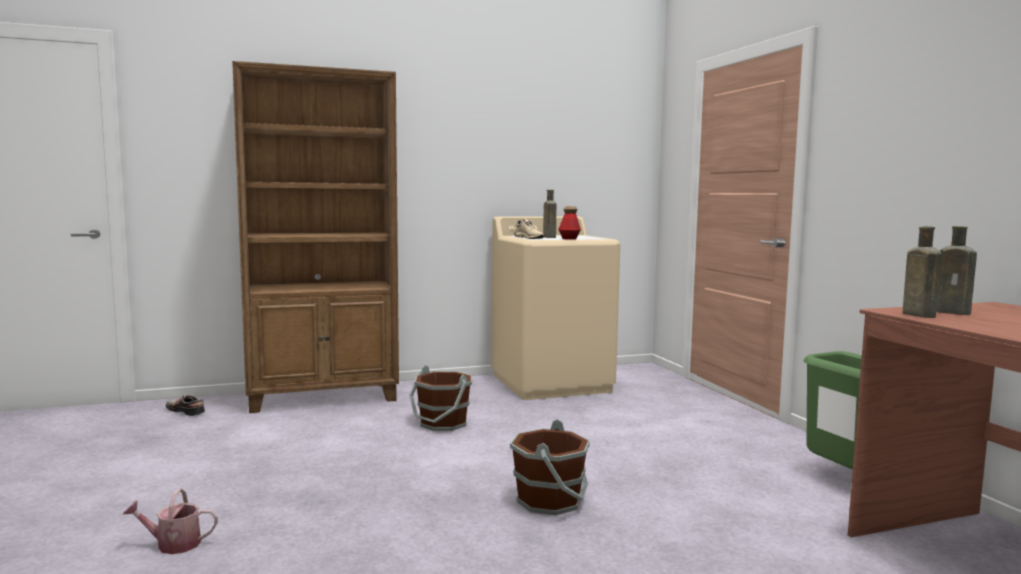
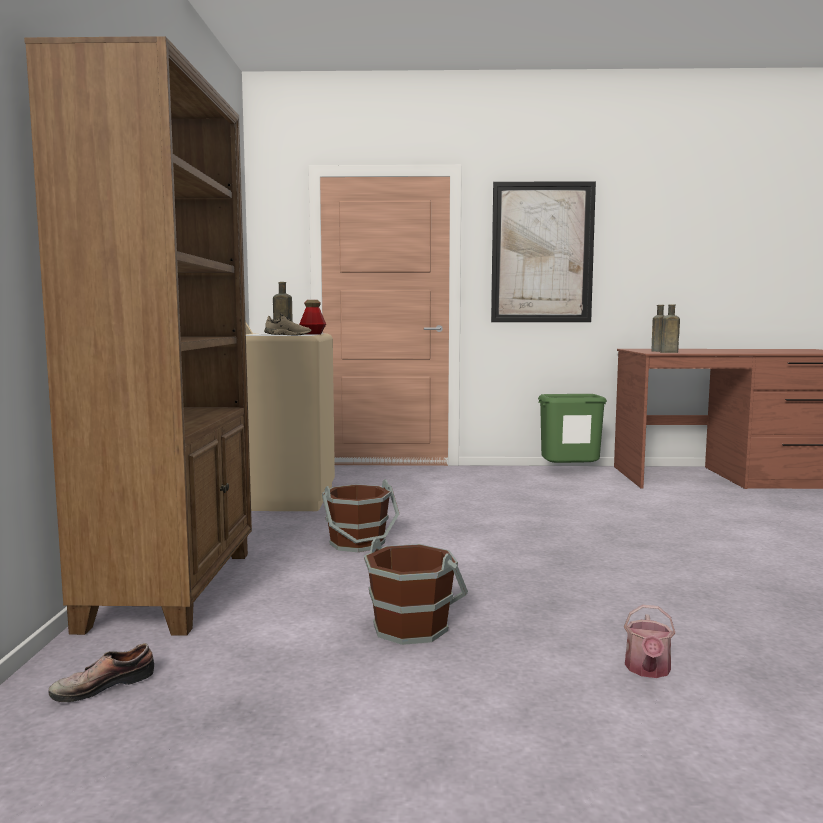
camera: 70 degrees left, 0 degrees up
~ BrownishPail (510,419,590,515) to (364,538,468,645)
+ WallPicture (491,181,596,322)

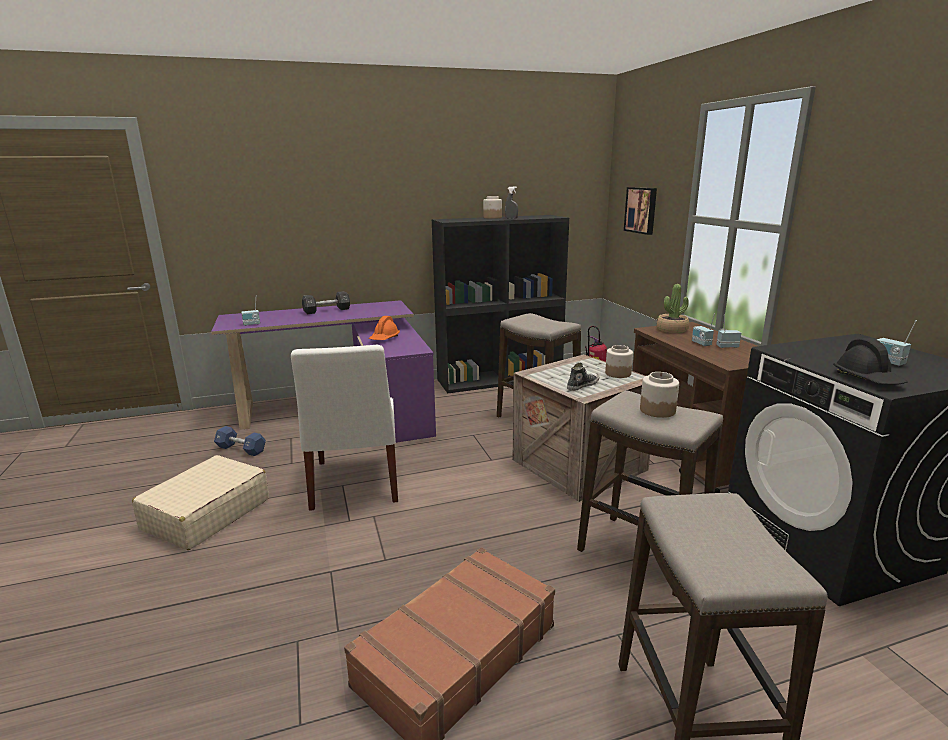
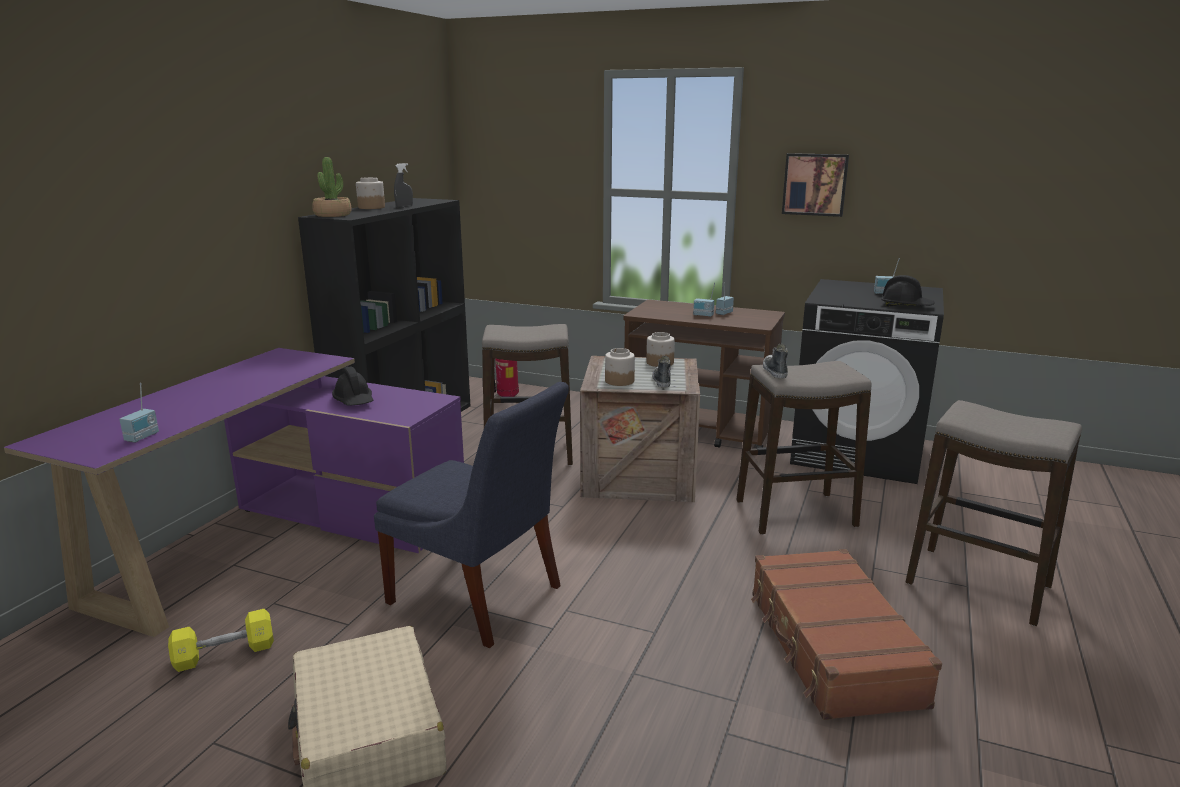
camera: 50 degrees left, 0 degrees up
~ BlueFreeWeight (214,426,266,456) to YellowColouredFreeWeight (168,609,274,672)
~ WhiteChair (291,345,398,511) to BlueChair (374,382,569,648)
- BlackFreeWeight (302,291,350,314)
~ OrangeColouredWorkHelmet (369,316,400,340) to BlackWorkHelmet (332,367,373,406)
~ WallPicture (624,187,657,235) to (782,153,849,217)
~ Jar (640,372,679,418) to (605,348,635,386)
~ PottedPlant (657,284,689,333) to (312,157,351,217)
+ Shoe (763,344,788,379)

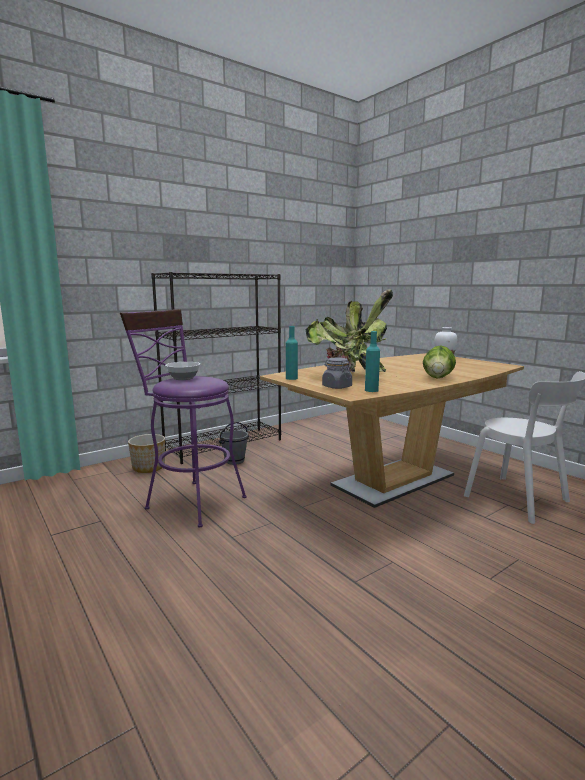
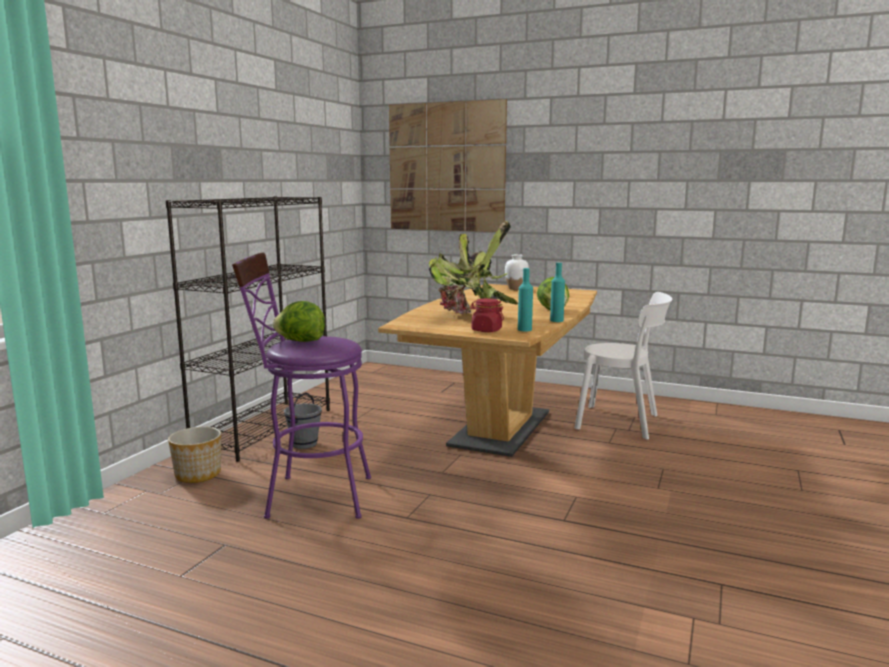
camera: 30 degrees left, 0 degrees up
~ DeepDish (165,362,200,380) to LettuceHead (273,301,325,342)
~ TurquoiseBottle (286,326,298,380) to (550,263,565,322)
~ GrayJar (322,358,352,389) to RedColouredJar (470,298,504,332)
+ WallPicture (389,99,507,232)

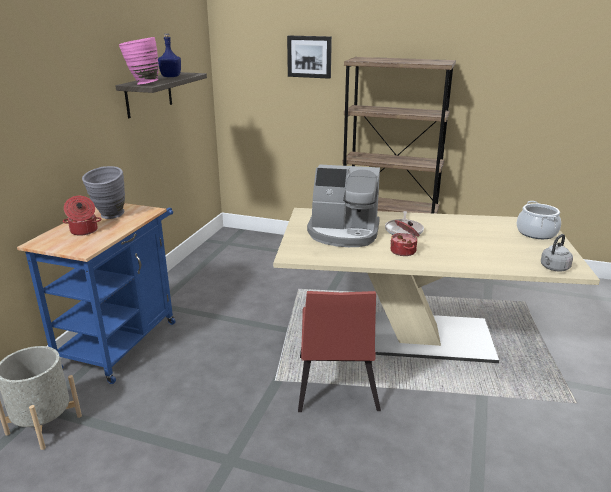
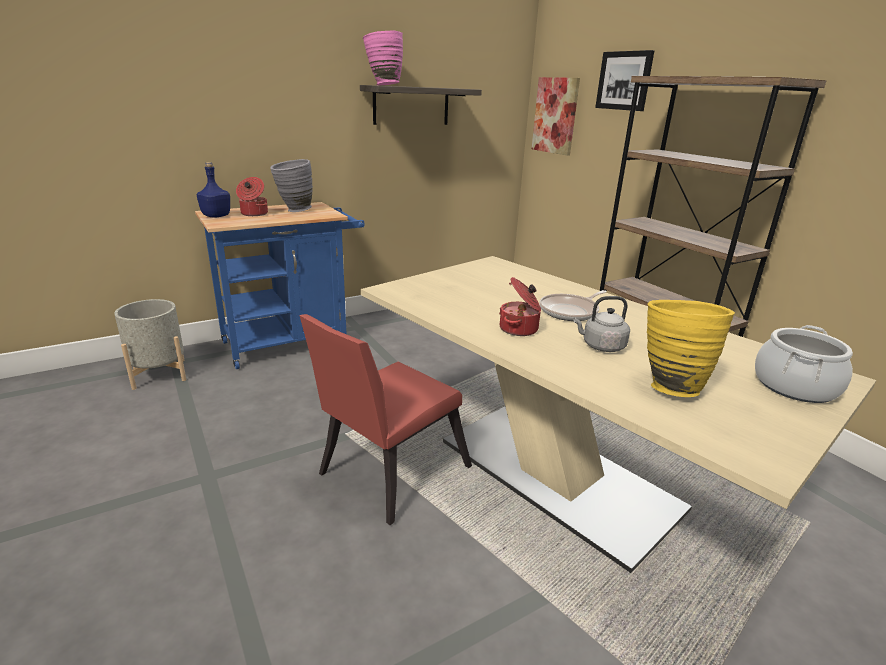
camera: 40 degrees right, 0 degrees up
~ BlueBottle (158,34,181,77) to (196,162,230,218)
- CoffeeBrewer (307,165,380,247)
~ GrayKettle (541,234,573,272) to (573,296,630,352)
+ WallPicture (532,77,580,156)
+ YellowColouredDecorativeVase (647,300,735,397)

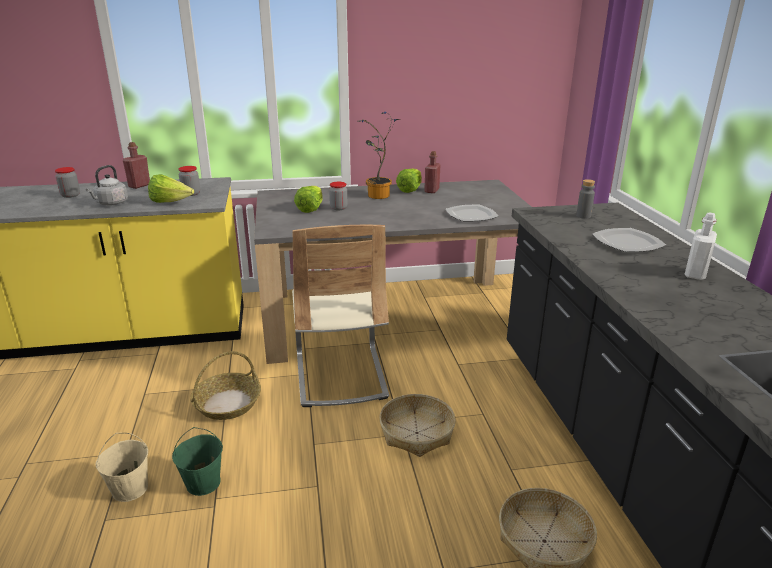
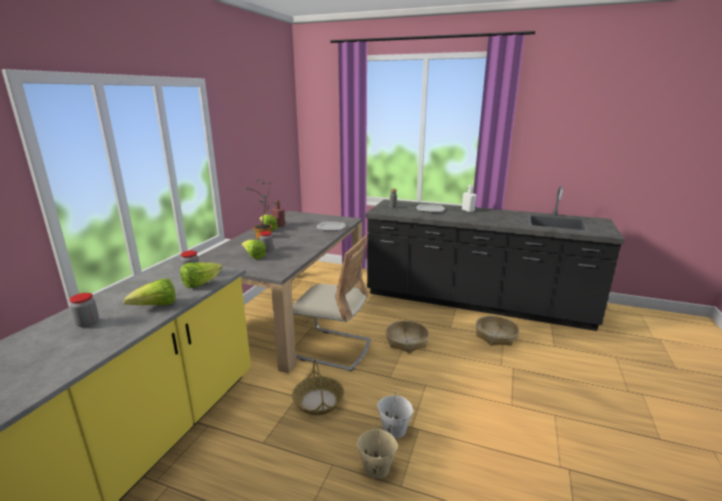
camera: 60 degrees left, 5 degrees down
~ GrayKettle (86,165,128,205) to LettuceHead (123,279,175,305)
- RedColouredBottle (123,142,150,189)
~ GreenishPail (172,427,223,496) to WhitePail (377,389,413,439)

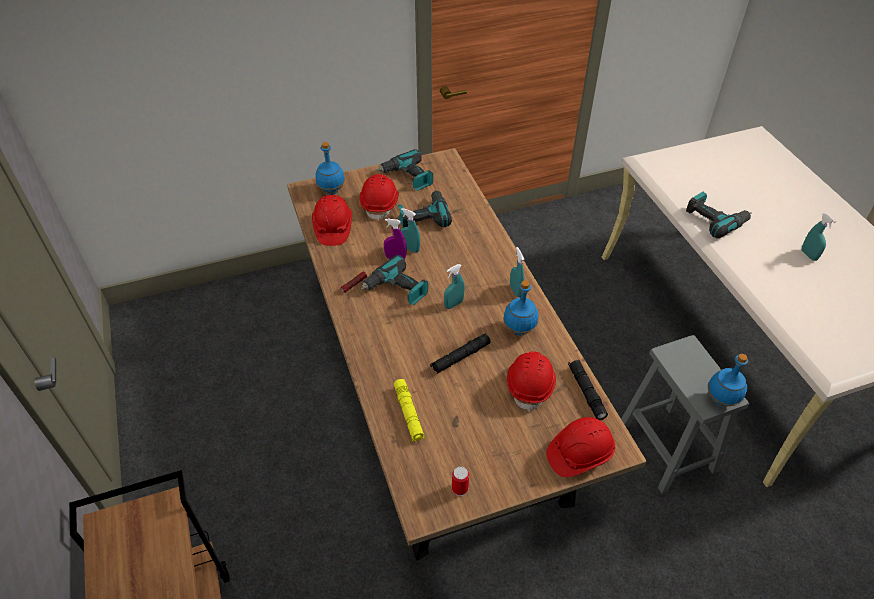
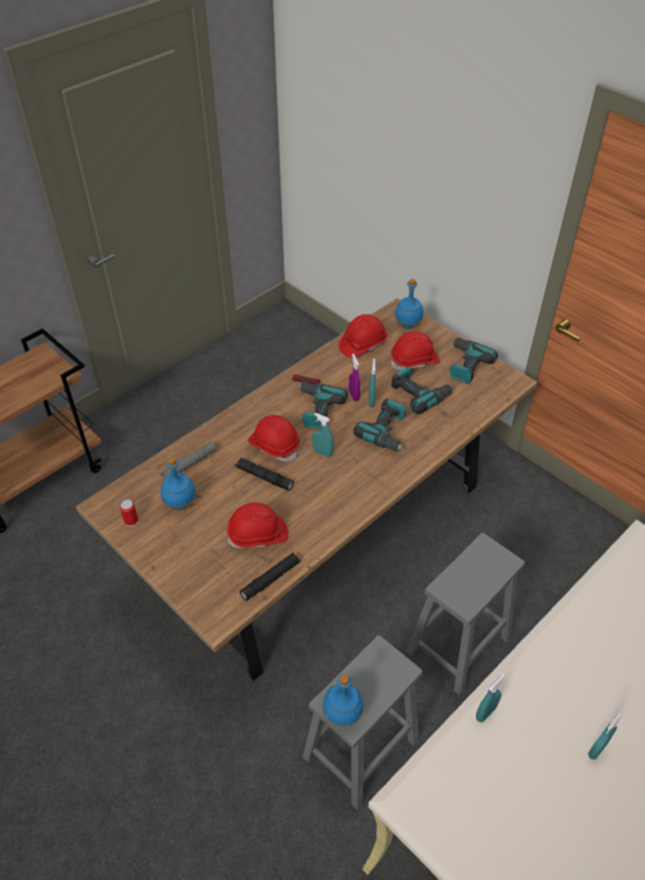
camera: 65 degrees right, 0 degrees up
~ YellowColouredFlashlight (394,379,425,442) to GrayFlashlight (160,442,216,479)
~ BlueBottle (503,280,539,336) to (161,457,196,510)
~ TurquoiseHandSprayer (510,247,525,297) to (476,673,505,723)
~ RedColouredWorkHelmet (546,417,616,477) to (248,415,300,462)
~ ElectricDrill (686,191,752,238) to (353,399,406,452)
+ GraySittingStool (406,533,525,696)

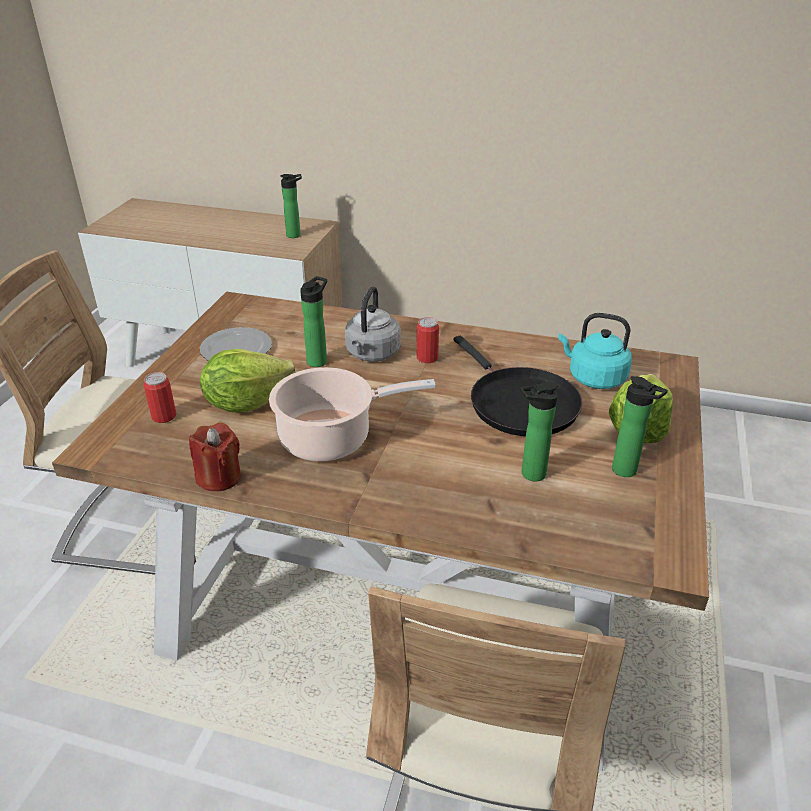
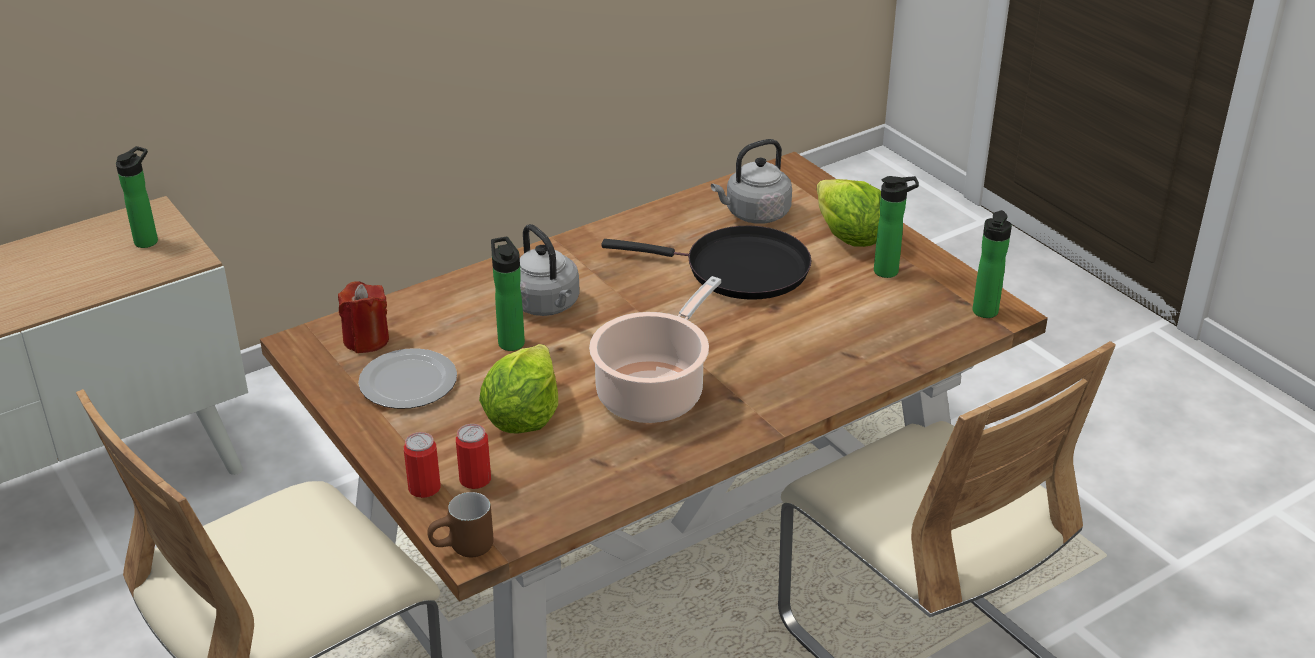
camera: 50 degrees left, 0 degrees up
~ RedColouredWaxCandle (189,422,241,491) to (338,281,389,353)
~ Can (417,317,439,363) to (404,432,441,498)
~ Bottle (520,381,558,482) to (973,210,1012,318)
~ TurquoiseKettle (558,313,632,389) to GrayKettle (711,139,792,224)
+ BrownishTeaMug (427,492,494,557)

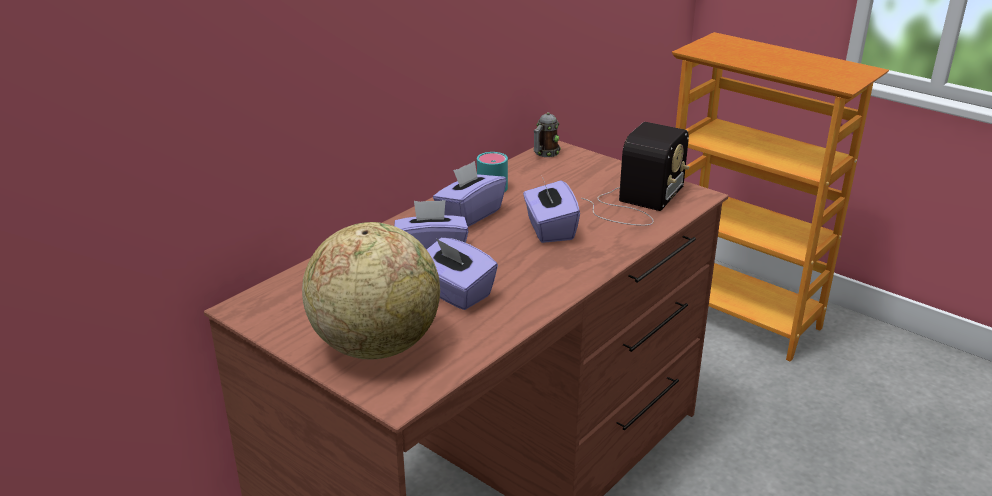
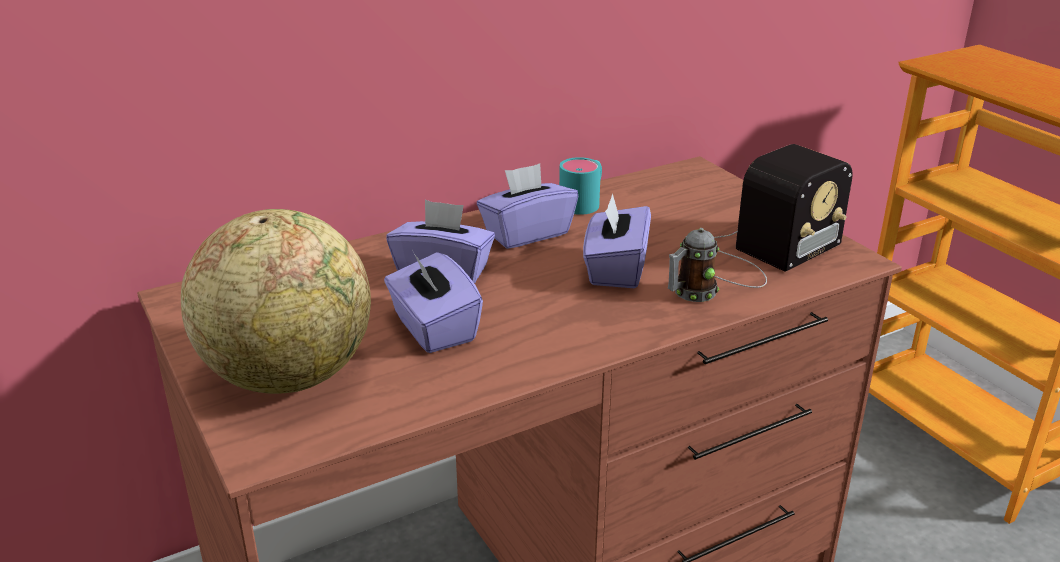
camera: 20 degrees right, 0 degrees up
~ TeaMug (534,112,561,157) to (668,228,719,302)

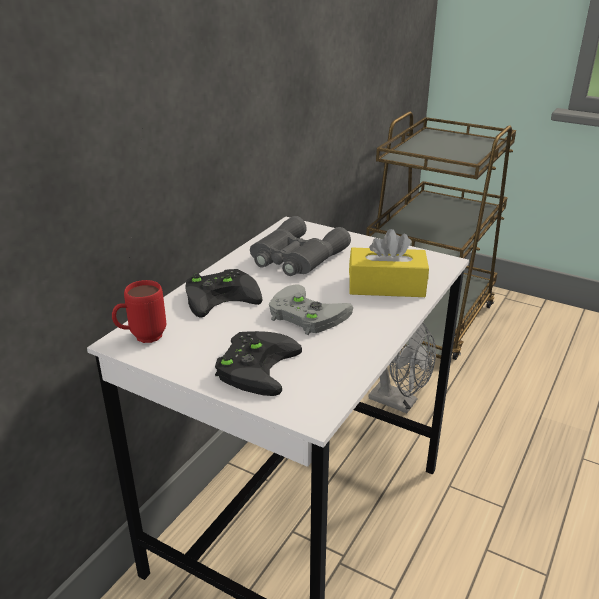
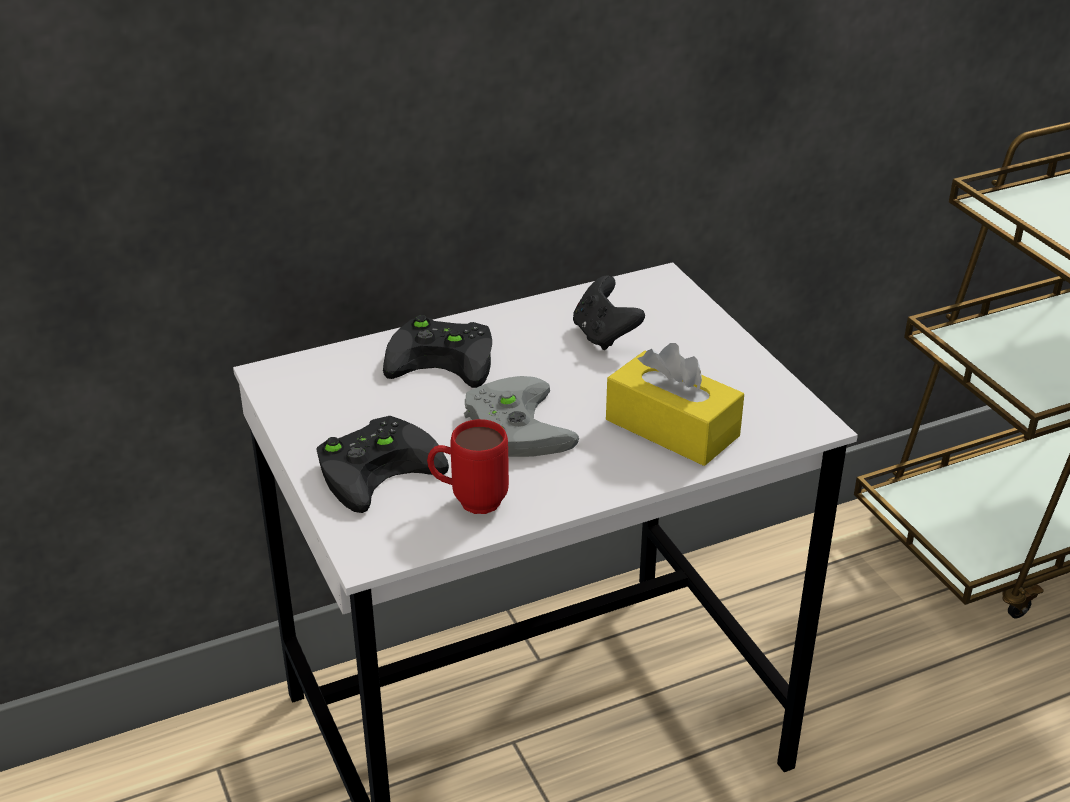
camera: 35 degrees right, 5 degrees up
~ RedColouredTeaMug (112,280,166,343) to (427,419,509,514)
~ GrayFieldGlasses (250,216,351,276) to BlackGameController (573,276,645,350)
- GrayFan (369,322,436,413)

